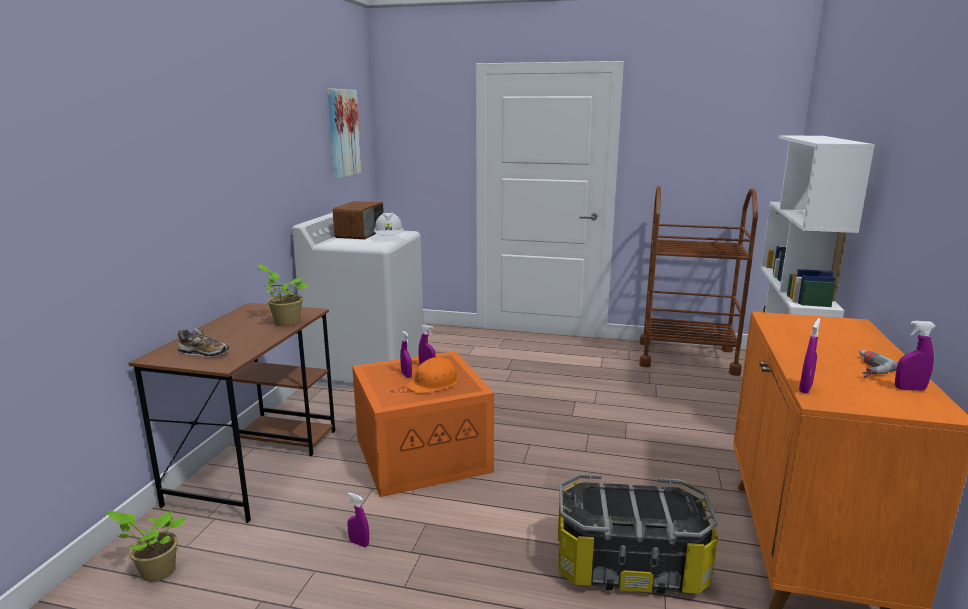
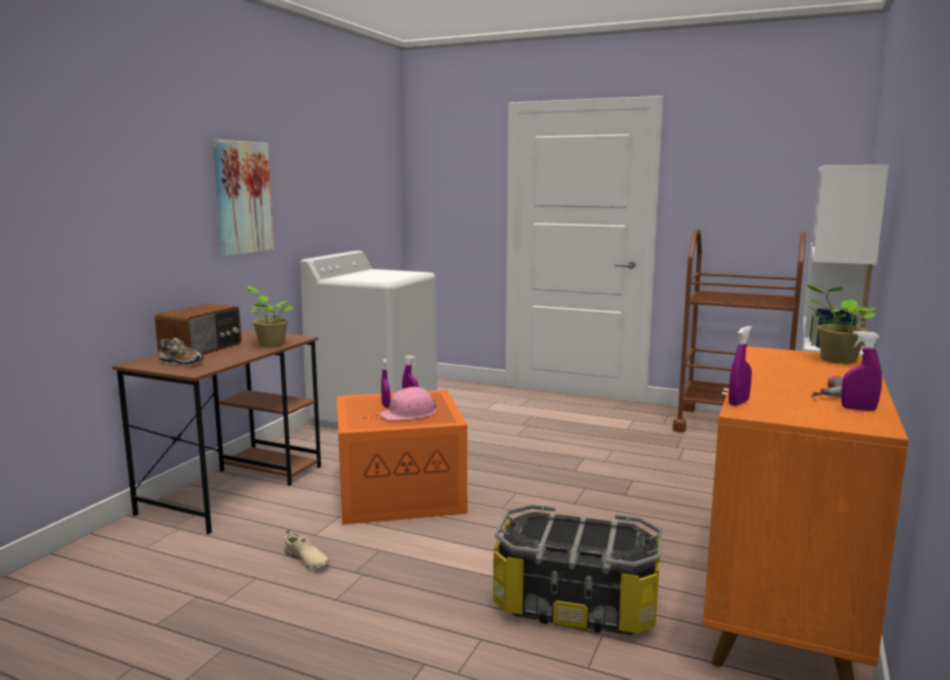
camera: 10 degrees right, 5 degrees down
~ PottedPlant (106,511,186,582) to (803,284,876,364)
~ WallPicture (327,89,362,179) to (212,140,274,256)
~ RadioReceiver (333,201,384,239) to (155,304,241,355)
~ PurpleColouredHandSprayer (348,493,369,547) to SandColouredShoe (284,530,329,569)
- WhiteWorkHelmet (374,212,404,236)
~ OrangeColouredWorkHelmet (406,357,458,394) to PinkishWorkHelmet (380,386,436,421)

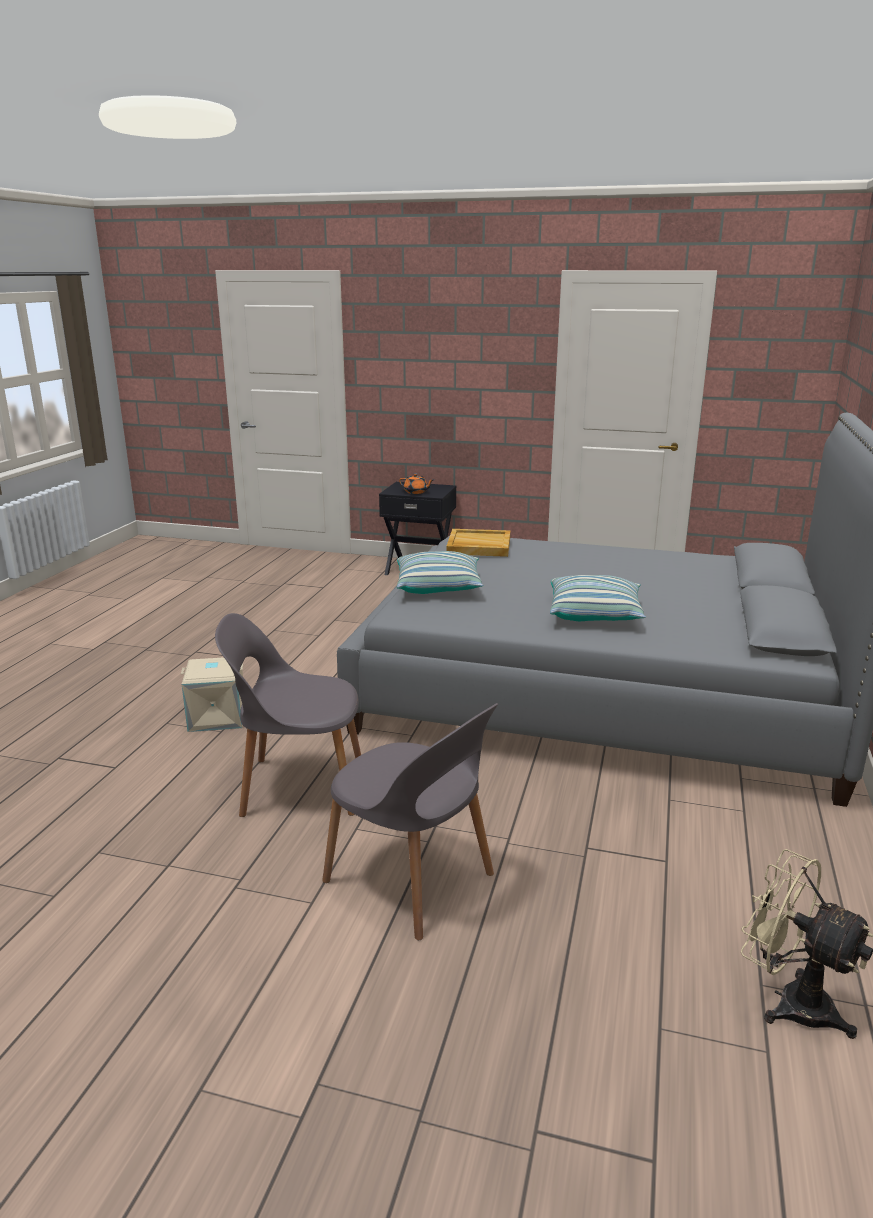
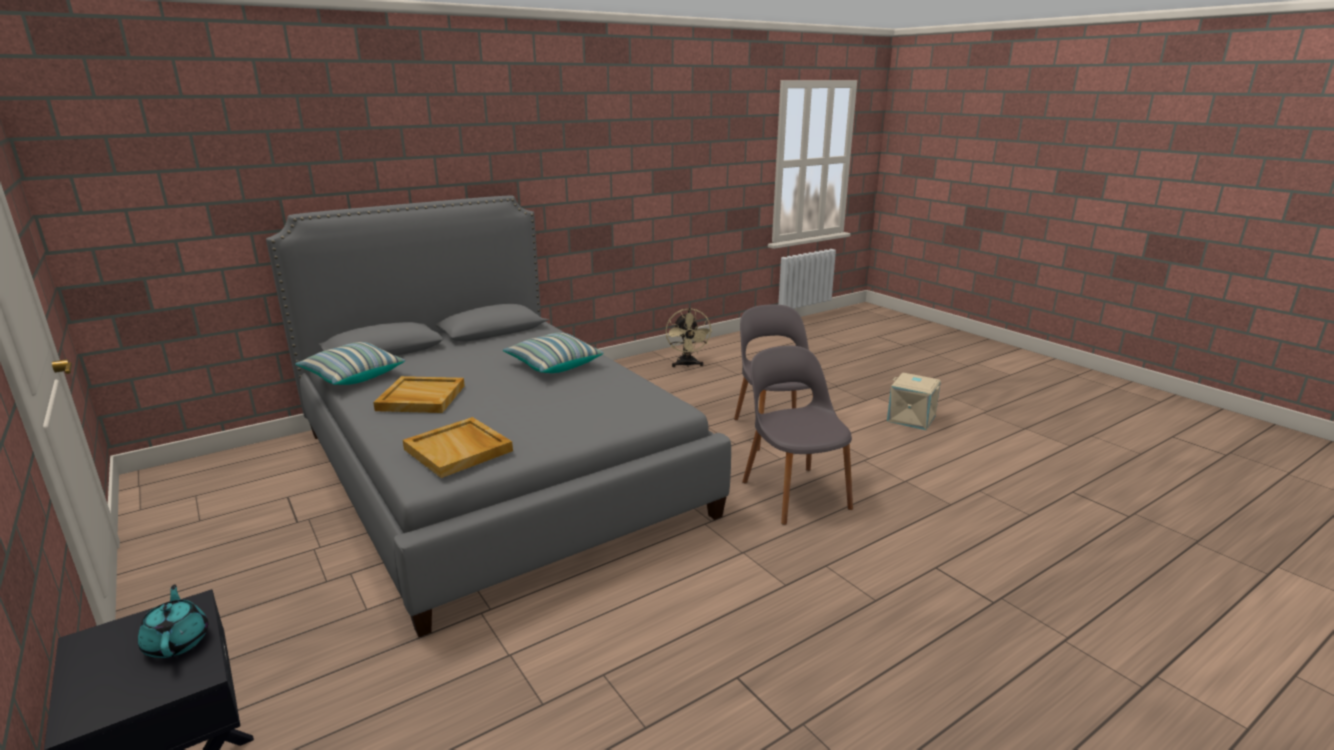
camera: 140 degrees left, 0 degrees up
~ SandColouredStorageBox (181,657,243,732) to (887,373,941,430)
~ GrayChair (215,613,361,817) = (742,345,853,525) 150 degrees counterclockwise
~ ThrowPillow (397,551,483,594) to (295,342,405,385)
~ OrangeColouredPotForTea (399,474,433,494) to TurquoisePotForTea (138,584,208,658)
+ SandColouredCarryingTray (373,376,465,413)

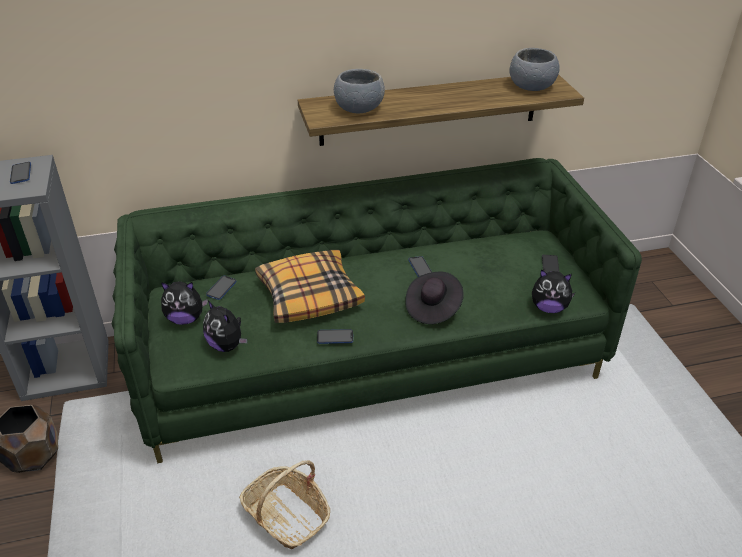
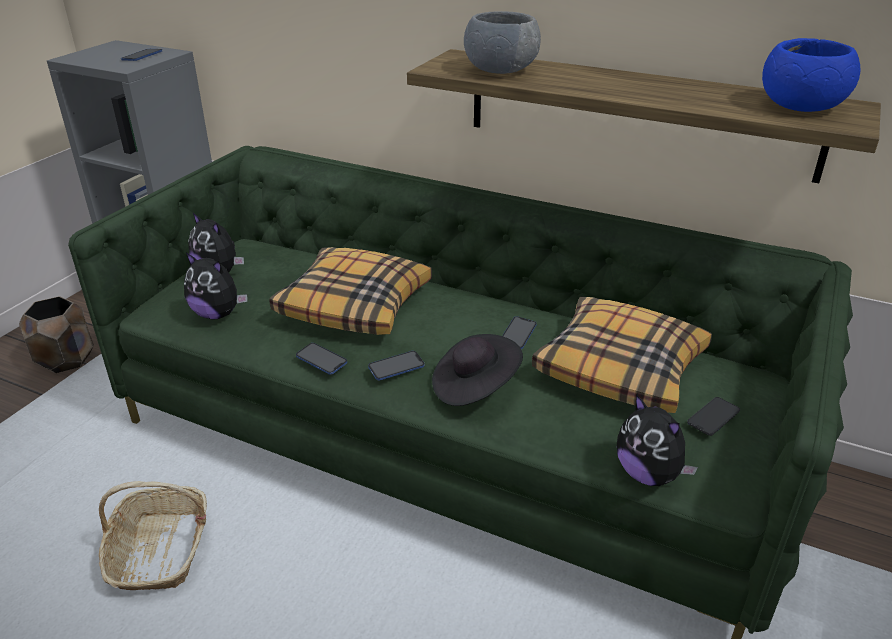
camera: 40 degrees right, 5 degrees down
~ CuddlyToy (203,300,247,352) = (184,252,247,319) 60 degrees counterclockwise
~ Telephone (206,276,236,300) to (368,351,424,380)
~ GrayDeepDish (509,48,560,91) to BlueDeepDish (762,38,860,112)
+ ThrowPillow (532,297,712,413)

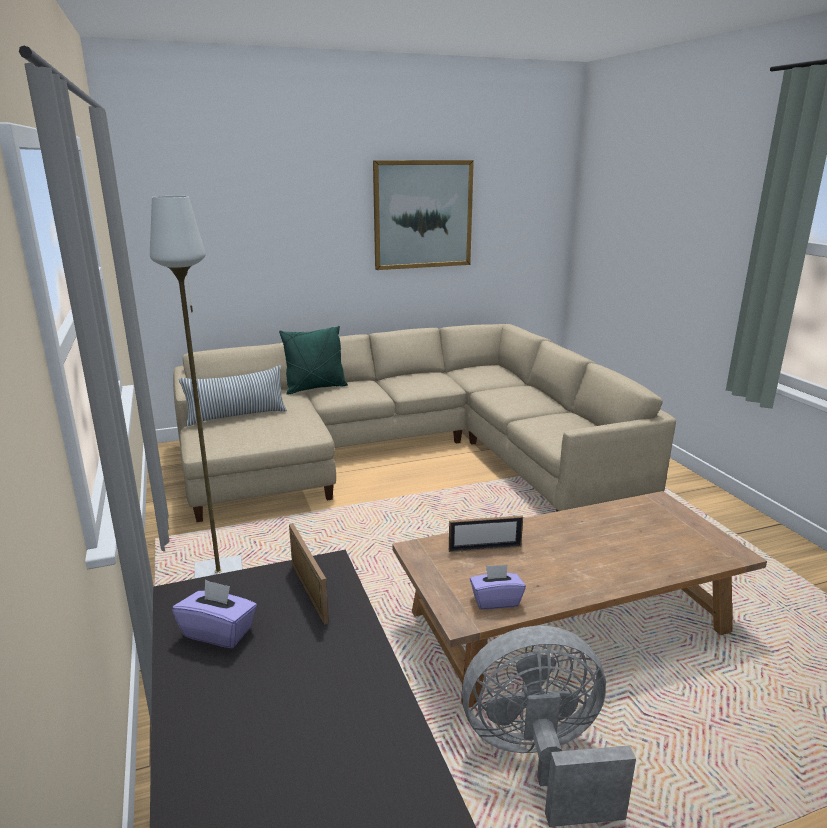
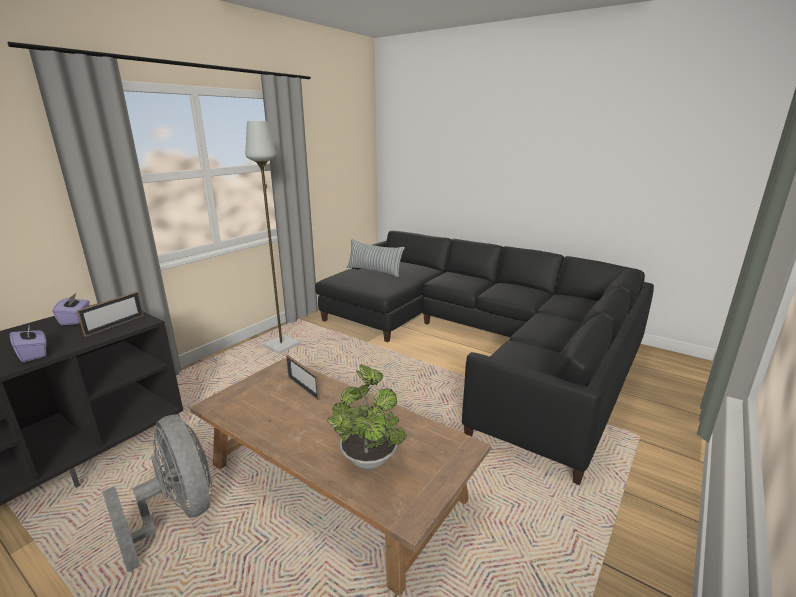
camera: 55 degrees right, 0 degrees up
~ SandColouredSettee (173,324,676,522) to BlackSettee (315,231,654,485)
- GreenishThrowPillow (279,326,348,395)
- WallPicture (373,160,474,270)
~ PurpleColouredBoxOfTissues (470,565,526,610) to (10,327,47,362)
+ PottedPlant (327,364,407,470)

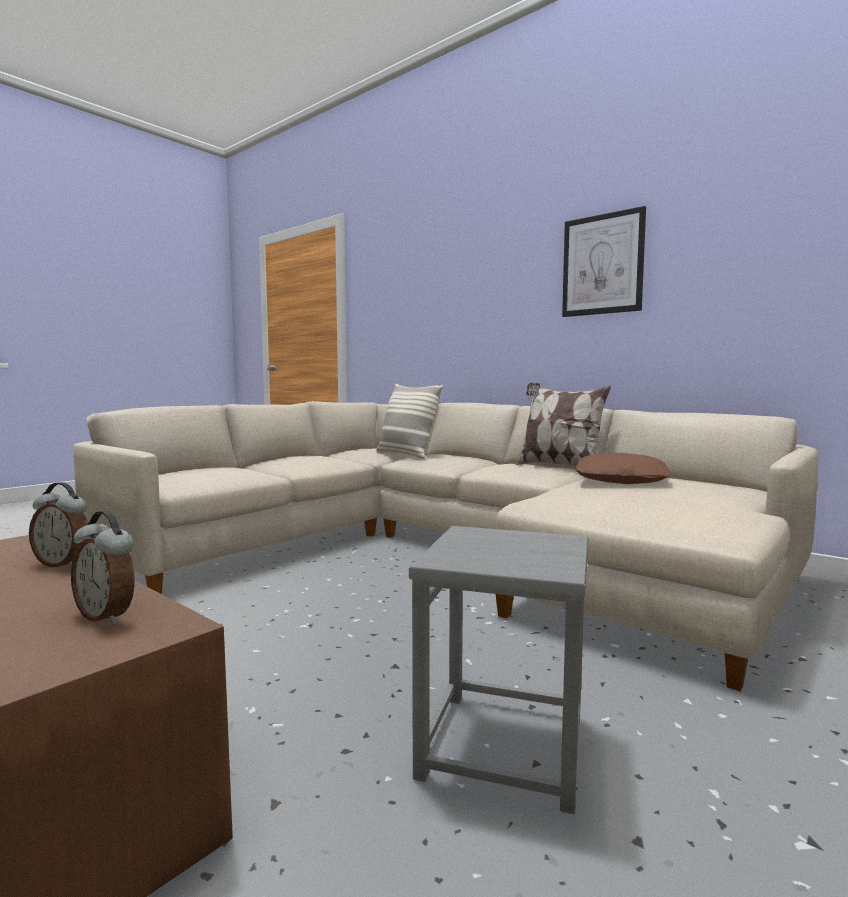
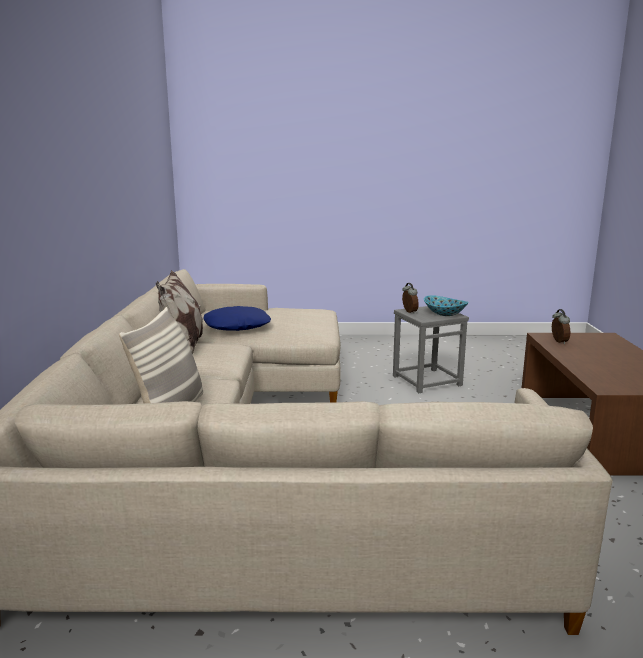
camera: 130 degrees left, 10 degrees up
~ AlarmClock (29,482,88,567) to (402,283,419,314)
- WallPicture (562,206,646,317)
~ BrownishThrowPillow (575,453,670,484) to BlueThrowPillow (203,306,271,331)
+ DeepDish (424,295,469,316)

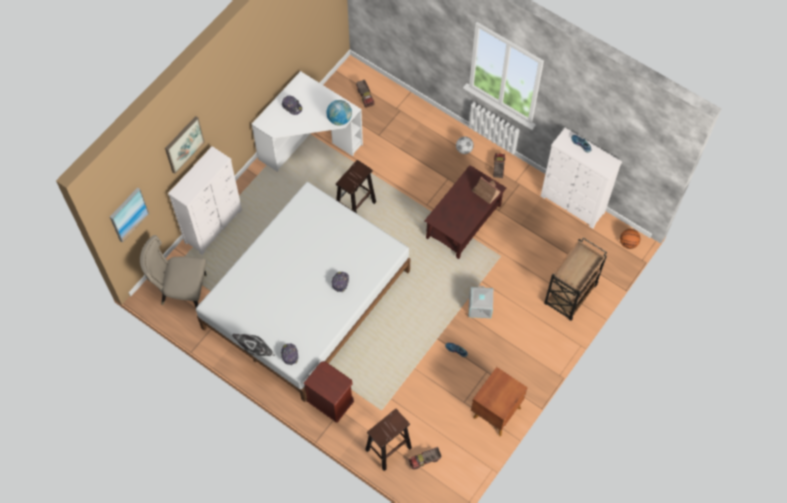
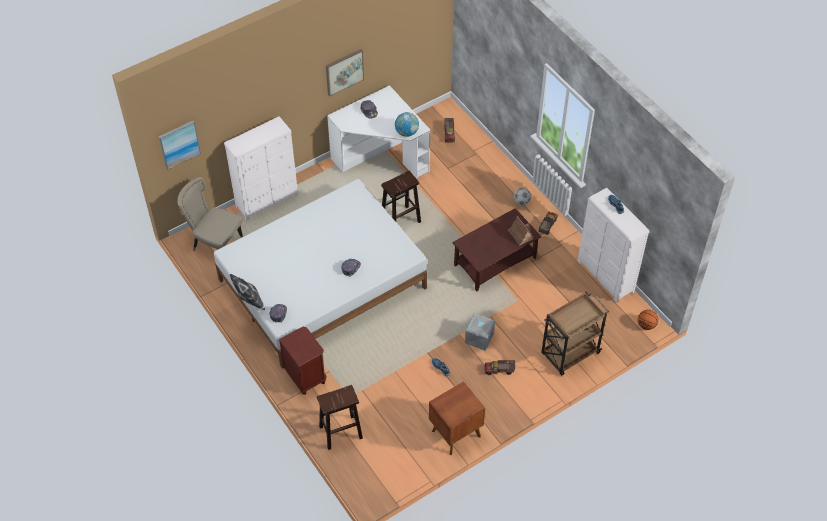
camera: 20 degrees right, 10 degrees down
~ WallPicture (165,116,204,174) to (326,49,364,96)
~ ToyTruck (409,447,442,470) to (485,360,515,375)

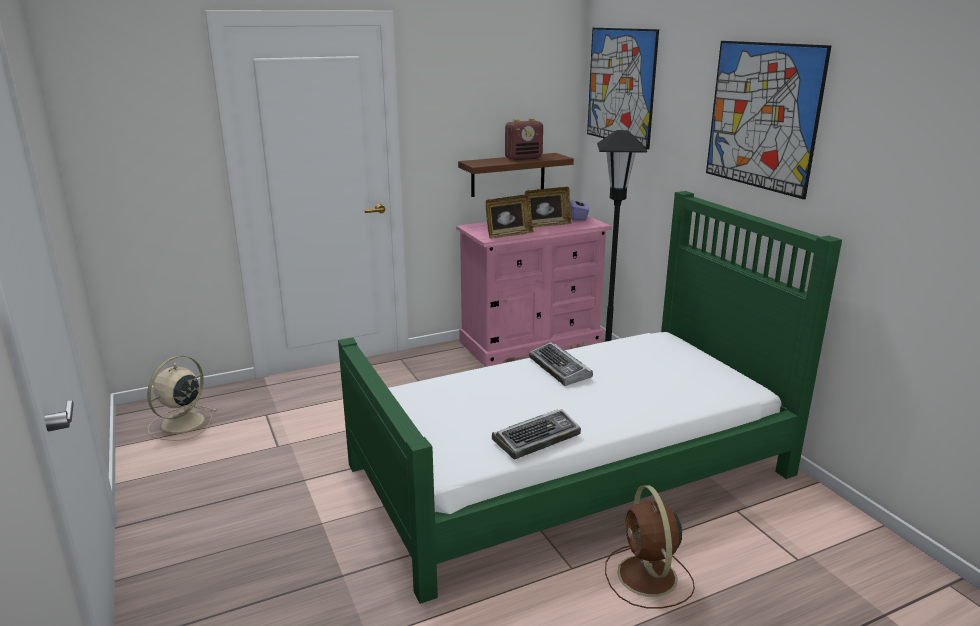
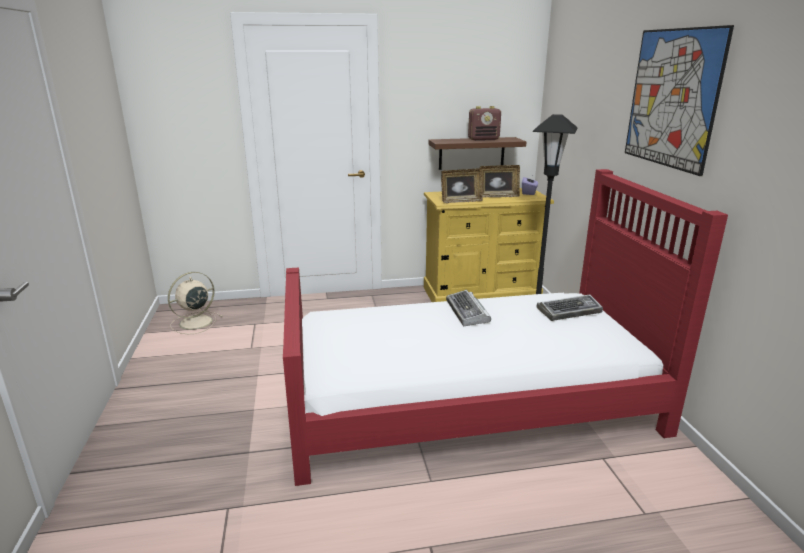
camera: 15 degrees right, 0 degrees up
~ GreenishSleepingBed (338,191,842,604) to RedColouredSleepingBed (283,169,728,486)
~ PinkishDresser (456,216,612,367) to YellowColouredDresser (424,188,554,302)
~ Keyboard (492,409,581,459) to (536,294,603,321)
- WallPicture (587,28,659,150)
- BrownishFan (605,485,695,608)

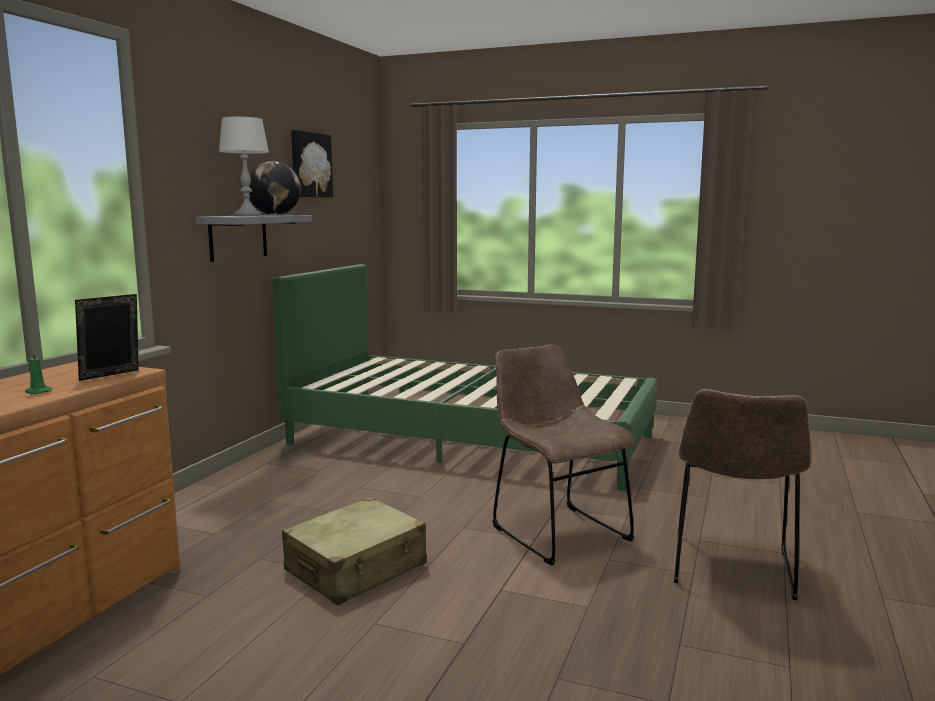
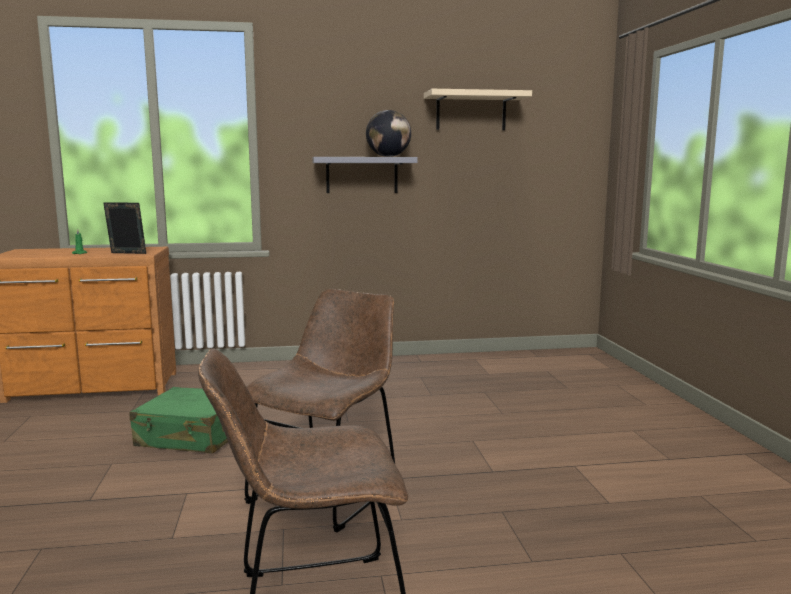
camera: 60 degrees right, 0 degrees up
- GrayTableLamp (219,117,269,216)
- GreenishSleepingBed (272,264,657,491)
~ SandColouredTravelCase (282,497,427,605) to GreenishTravelCase (129,387,228,454)
~ WallPicture (291,130,333,198) to SandColouredWallShelf (424,89,532,130)

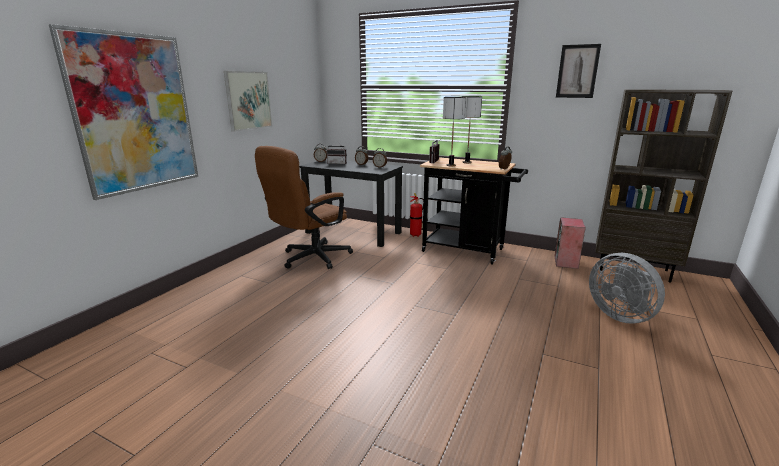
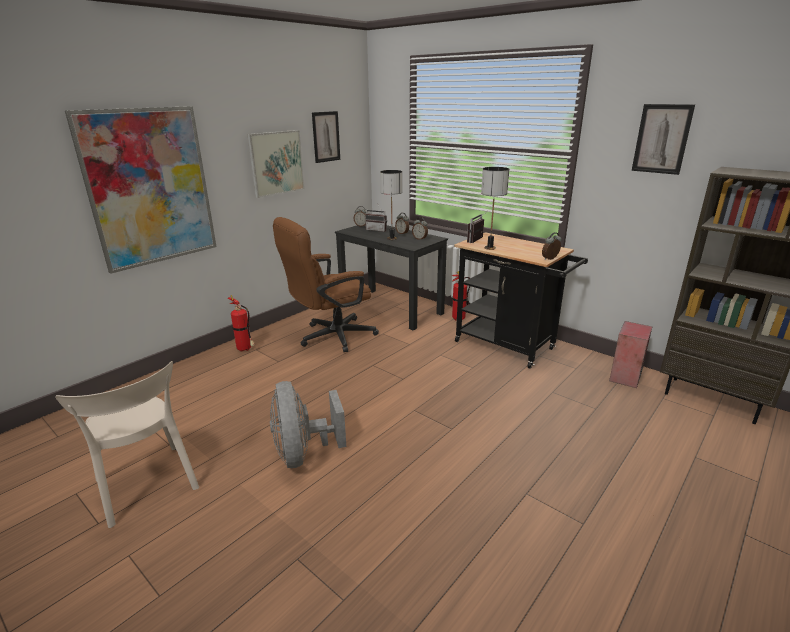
camera: 15 degrees right, 5 degrees up
~ TableLamp (461,96,482,163) to (380,170,402,240)
~ GrayFan (589,253,665,324) to (270,381,346,468)
+ SandColouredChair (55,361,199,528)
+ Extinguisher (228,295,255,352)
+ WallPicture (312,111,340,163)

